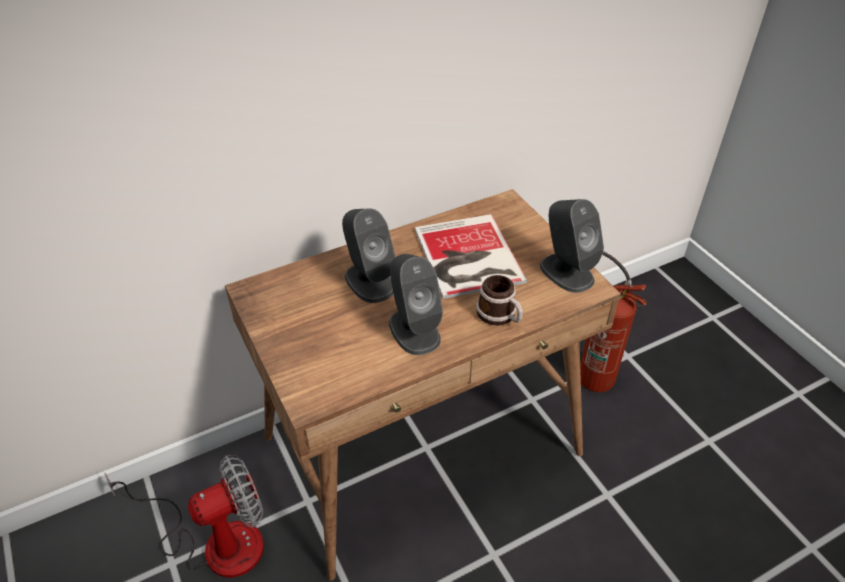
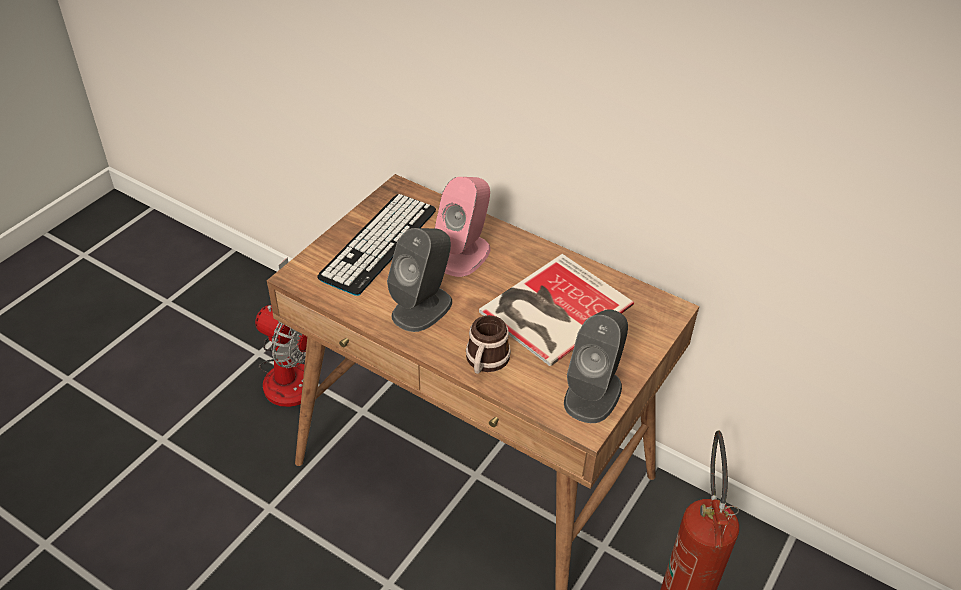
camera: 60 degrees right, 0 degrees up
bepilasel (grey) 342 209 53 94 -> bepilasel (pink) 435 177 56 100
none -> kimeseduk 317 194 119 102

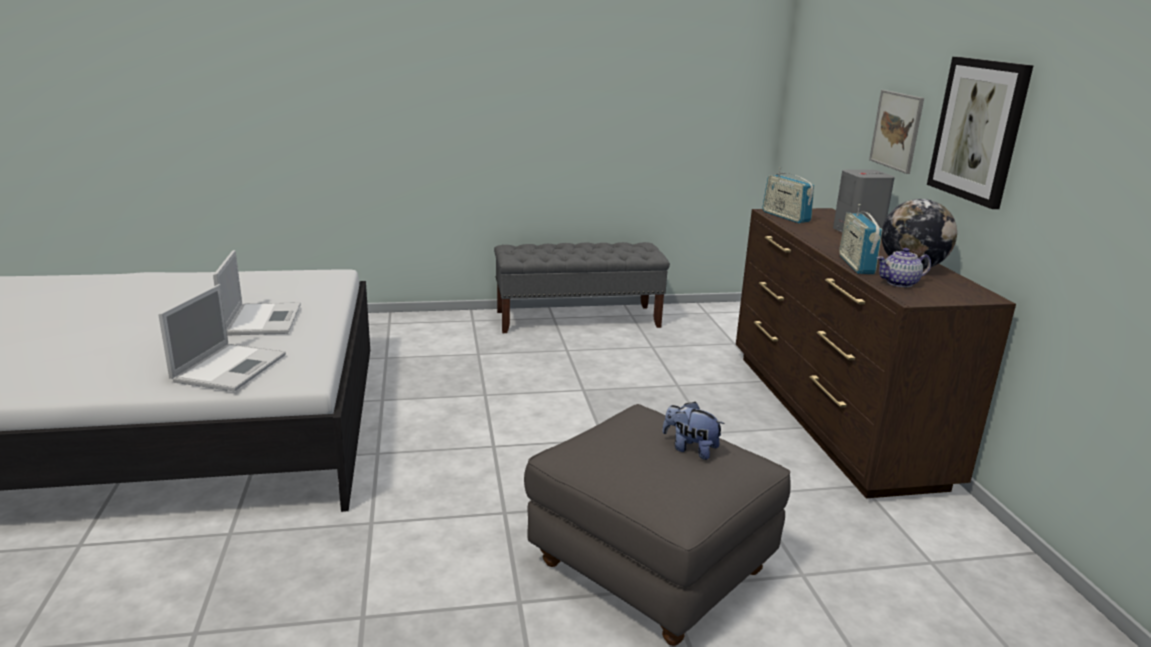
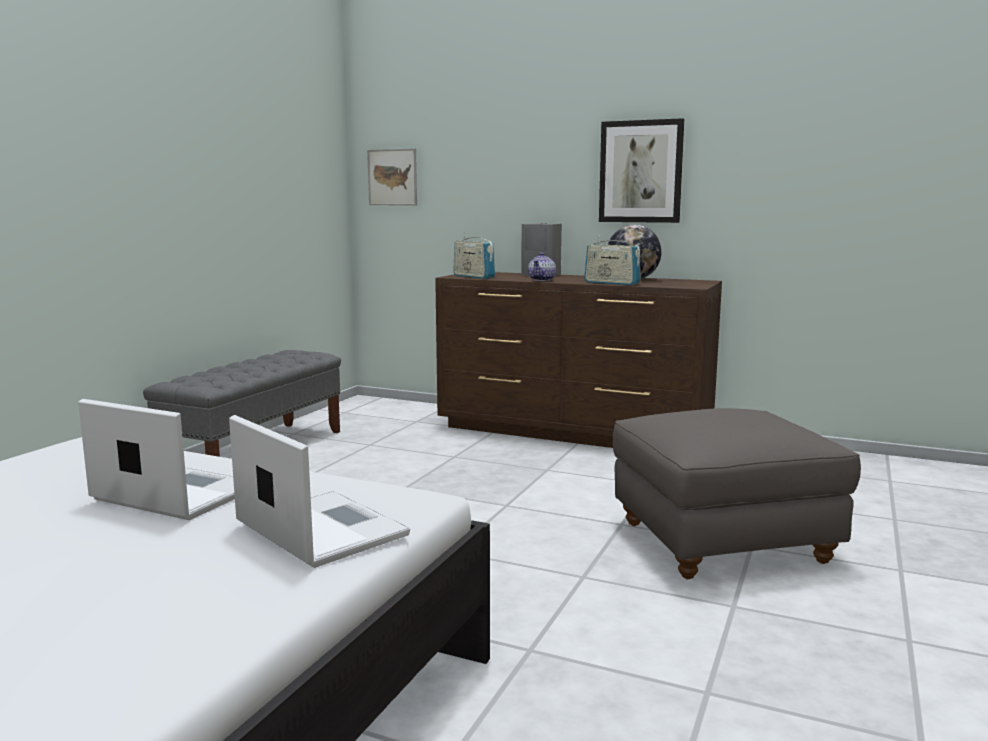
camera: 55 degrees left, 10 degrees down
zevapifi 662 402 63 58 -> none
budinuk 762 167 52 56 -> budinuk 453 232 42 47, 45 degrees clockwise
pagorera 869 90 55 84 -> pagorera 367 148 50 57, move
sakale 877 248 54 39 -> sakale 528 253 28 28, move

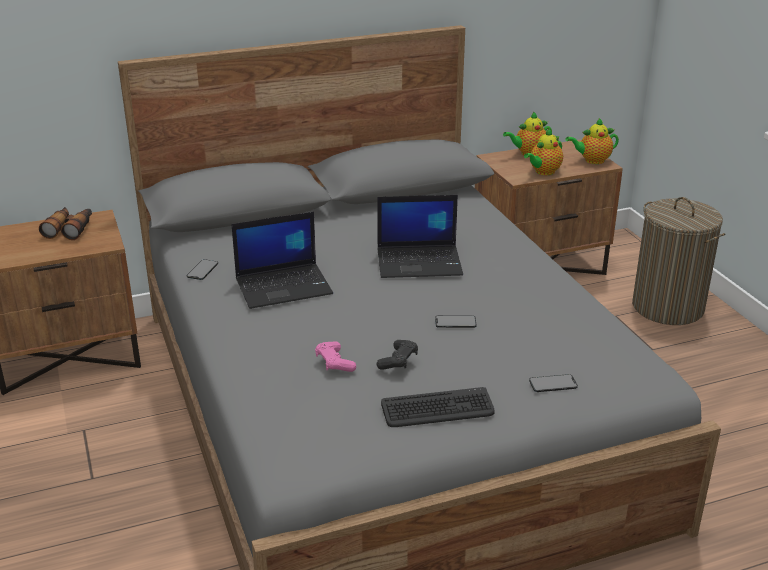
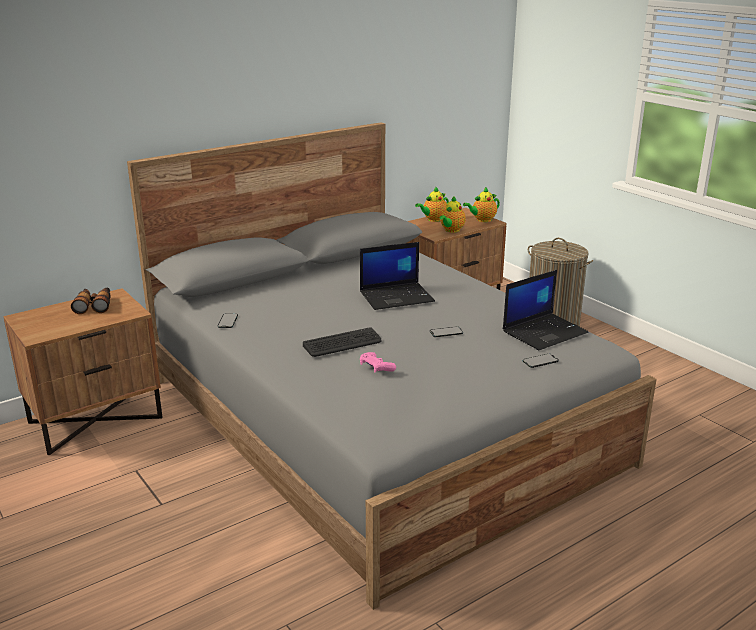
camera: 15 degrees left, 5 degrees down
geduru 231 212 102 97 -> geduru 503 270 85 80, move
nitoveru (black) 377 340 41 30 -> none
kimeseduk 381 387 114 40 -> kimeseduk 303 327 79 30, move

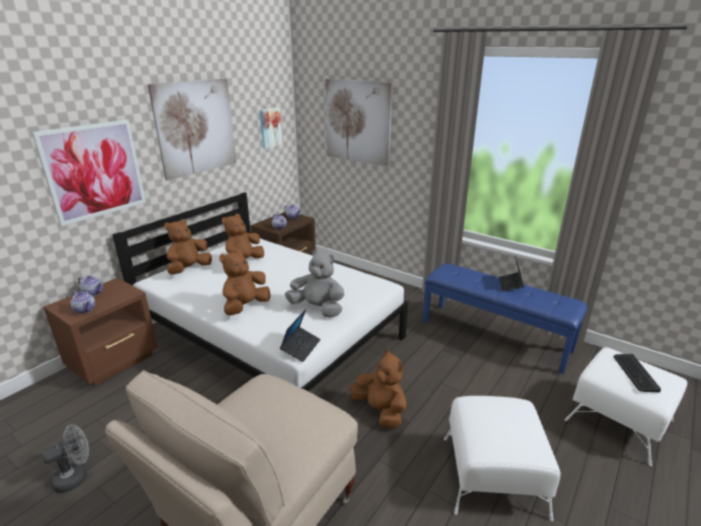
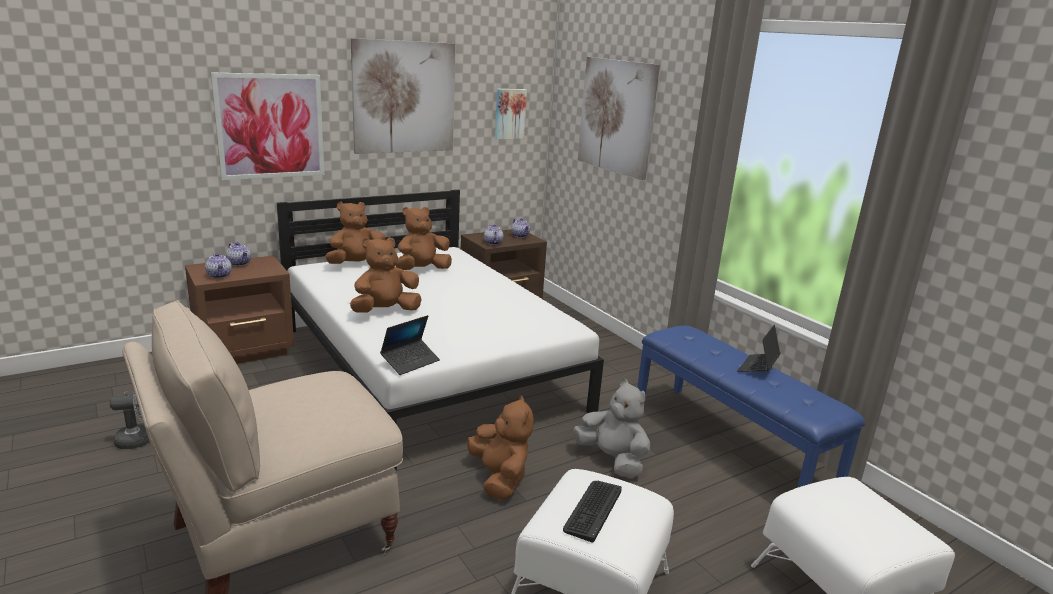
camera: 20 degrees right, 5 degrees down
zevapifi (grey) 285 249 59 69 -> zevapifi (grey) 573 379 77 98, move
kimeseduk 614 354 47 38 -> kimeseduk 563 481 59 61, move

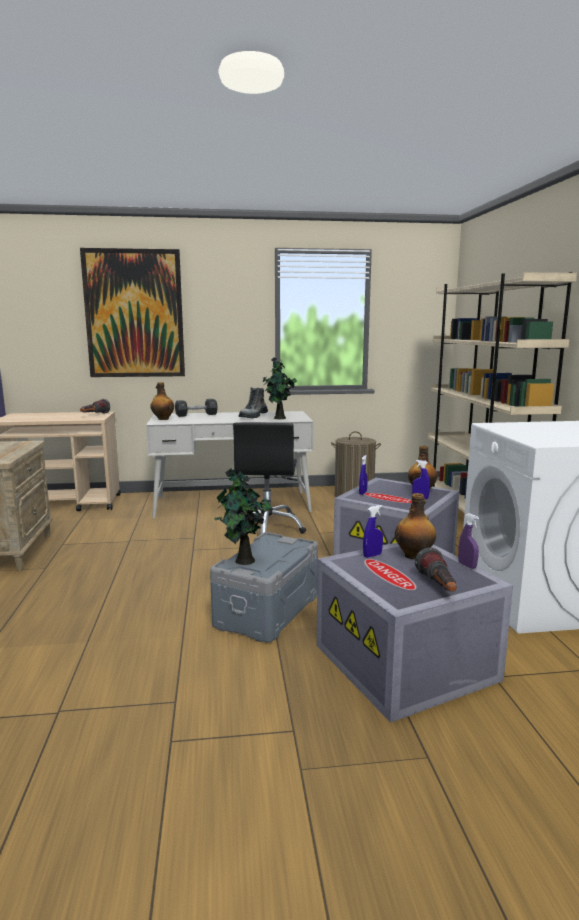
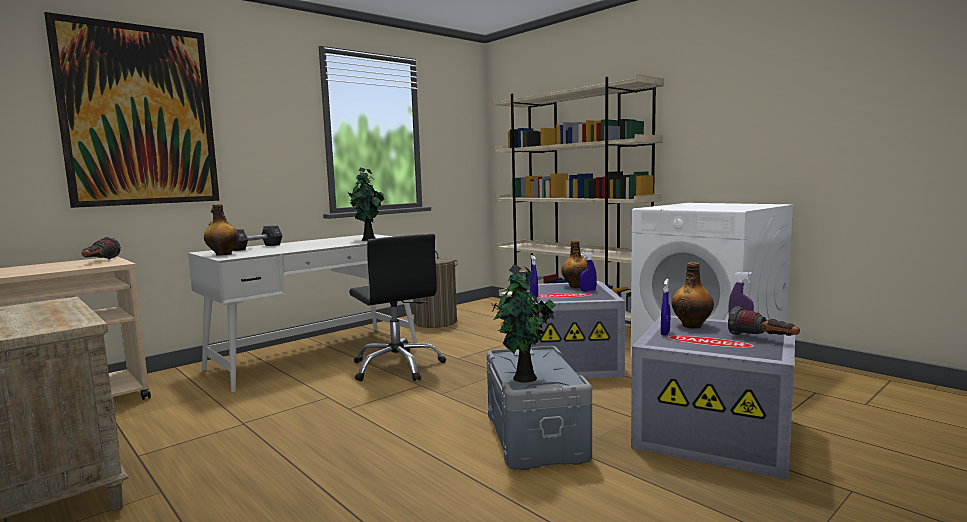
camera: 35 degrees left, 5 degrees down
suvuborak 239 387 29 31 -> none

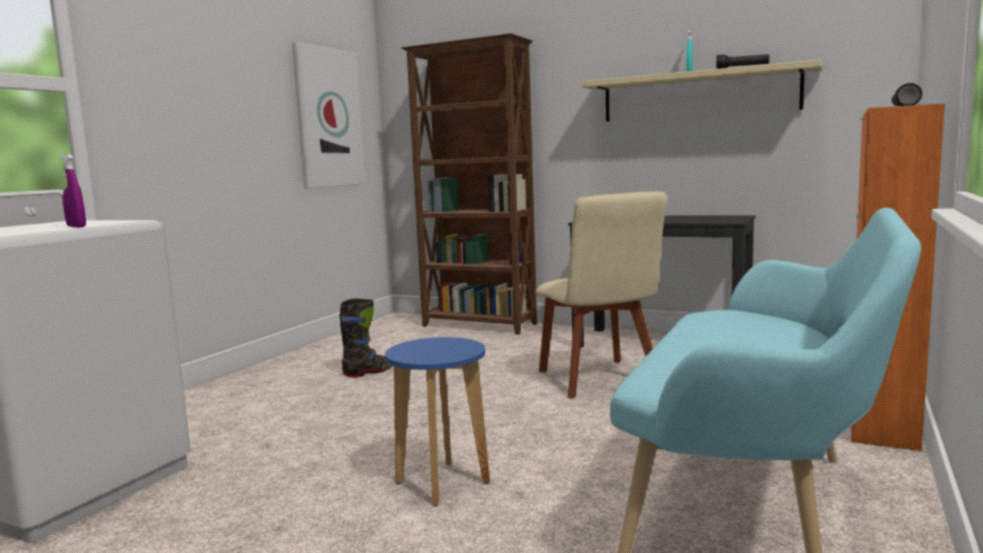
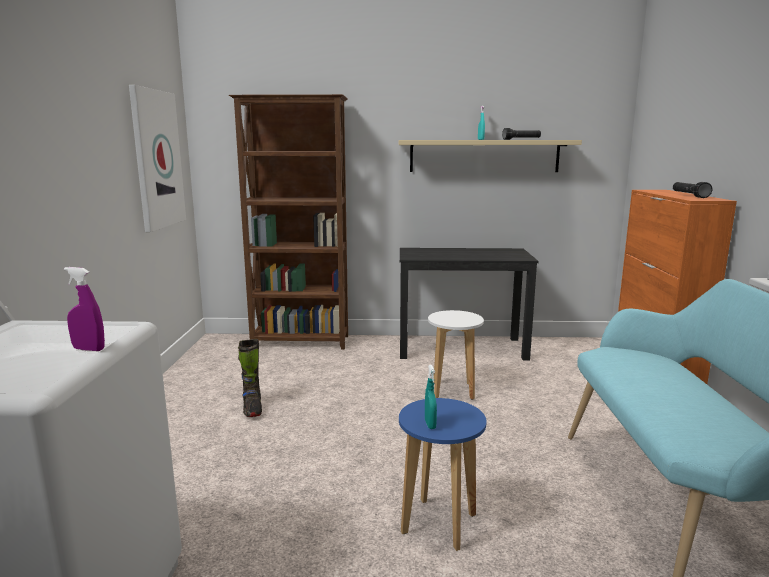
camera: 25 degrees left, 5 degrees up
suvuborak (black) 340 298 53 79 -> suvuborak (black) 238 339 24 78, 135 degrees clockwise
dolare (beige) 535 192 132 207 -> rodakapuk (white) 428 310 56 90
none -> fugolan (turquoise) 425 365 12 64

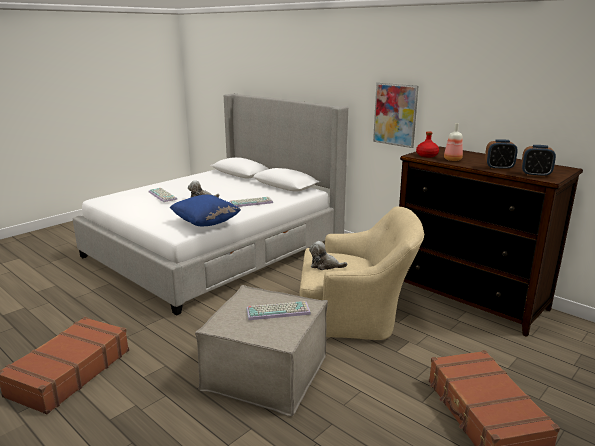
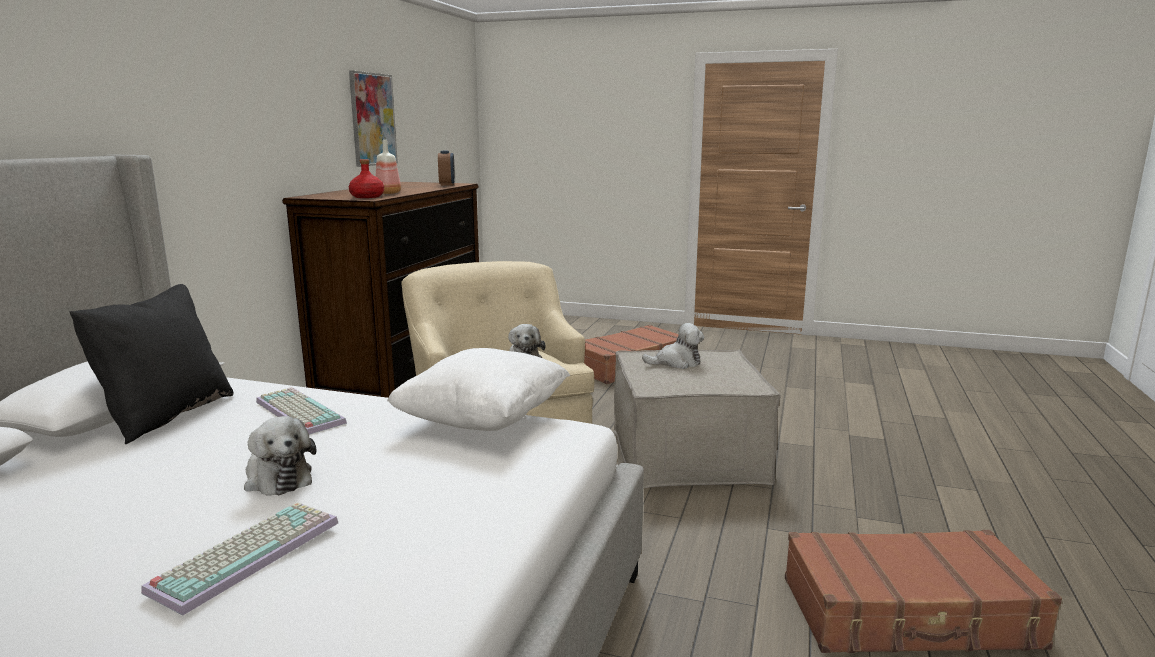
camera: 115 degrees left, 5 degrees down
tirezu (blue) 170 195 71 31 -> tirezu (white) 387 348 183 83
kimeseduk 246 301 65 19 -> zevapifi 642 323 62 46
pagorera 373 83 45 65 -> pagorera 349 70 49 97, move
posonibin 485 139 33 31 -> none
none -> tirezu (black) 70 284 164 160

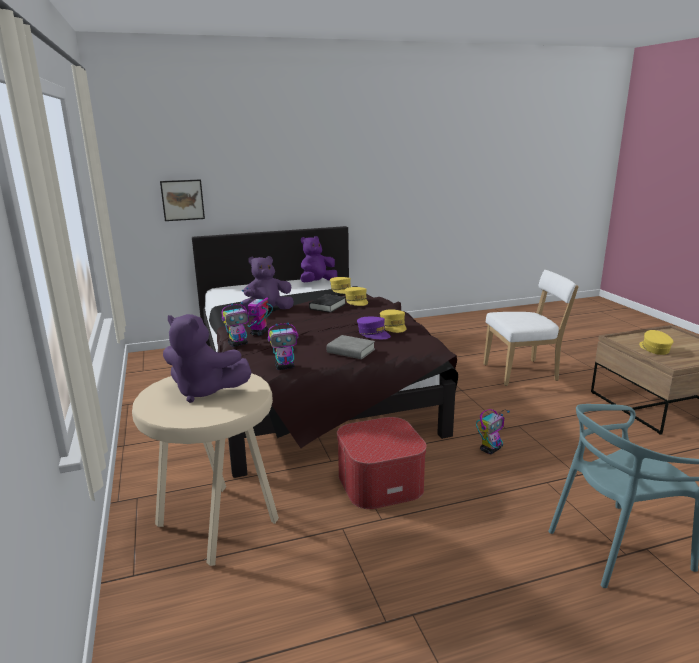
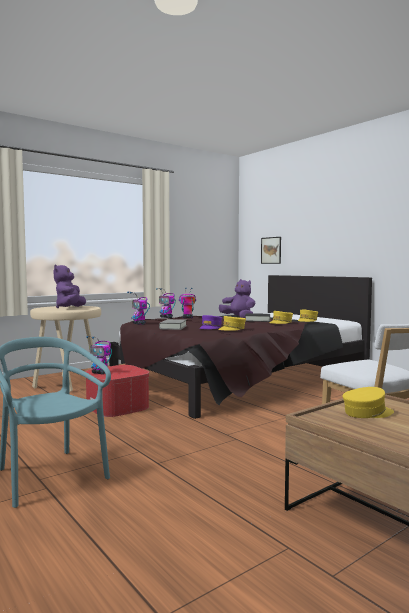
camera: 70 degrees right, 15 degrees down
zevapifi (purple) 300 236 37 46 -> none
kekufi 476 409 34 45 -> kekufi 86 336 26 38, move

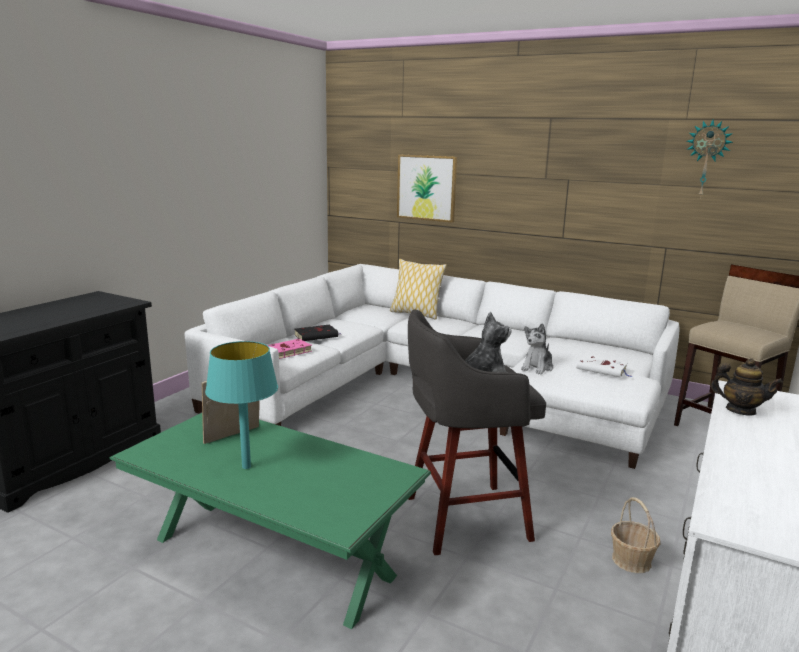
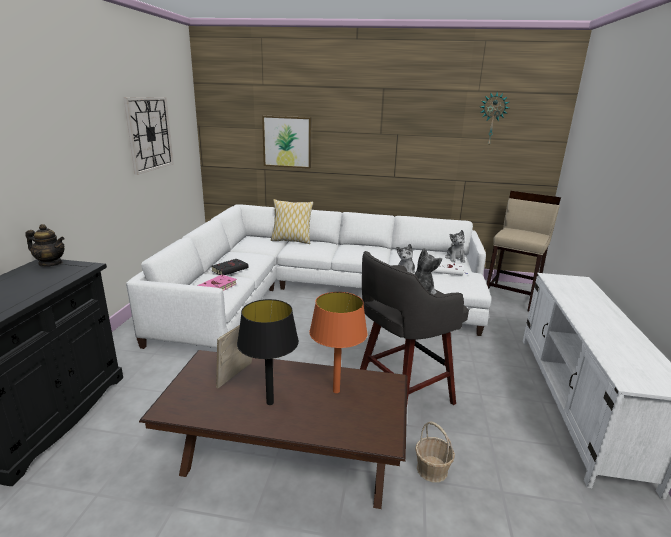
camera: 20 degrees left, 5 degrees up
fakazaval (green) 110 413 321 216 -> fakazaval (brown) 139 350 268 159
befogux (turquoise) 205 341 73 128 -> befogux (black) 237 299 62 106
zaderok 611 497 49 76 -> zaderok 415 422 40 60, move
sakale 710 358 73 57 -> sakale 25 224 40 43, move
none -> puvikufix 124 97 50 78
none -> befogux (orange) 309 292 59 101
none -> zevapifi 445 230 21 33

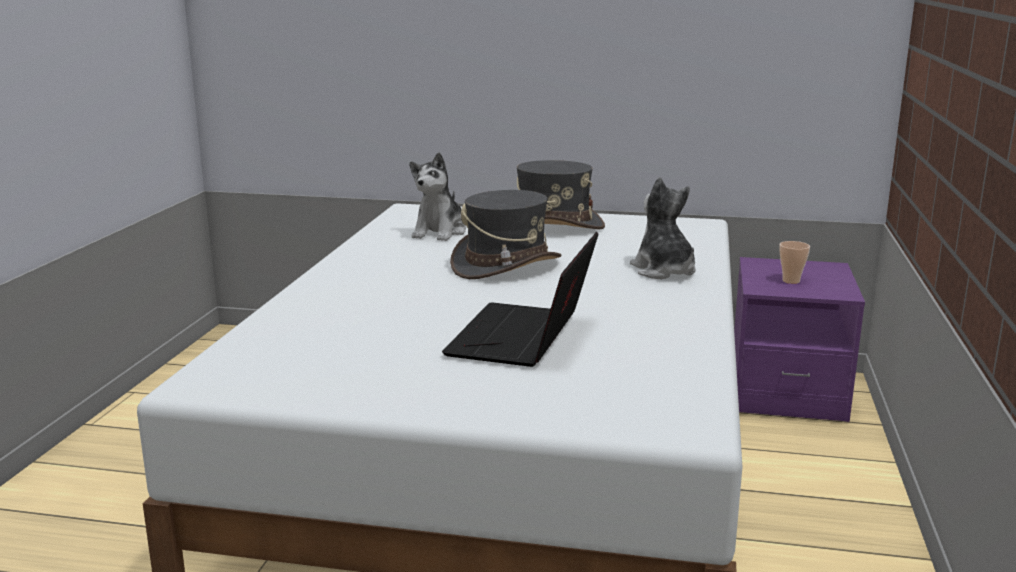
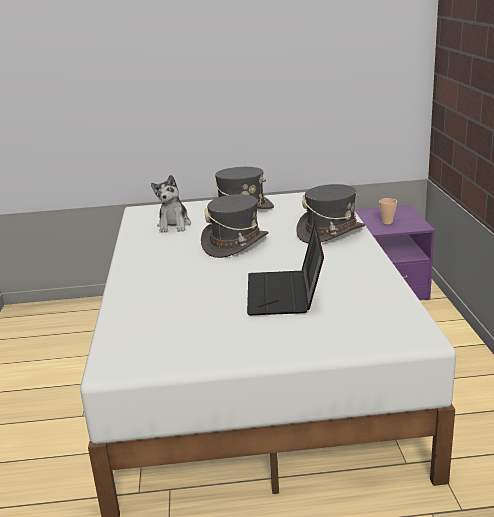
camera: 15 degrees left, 5 degrees up
zevapifi 630 177 65 103 -> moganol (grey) 296 184 69 59

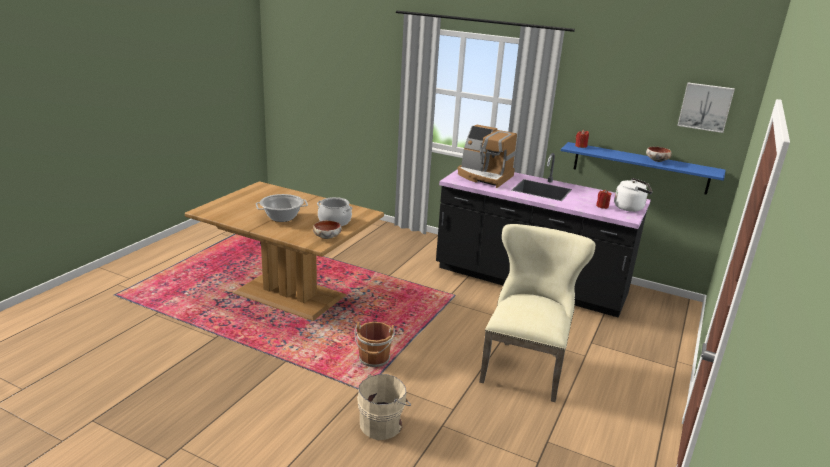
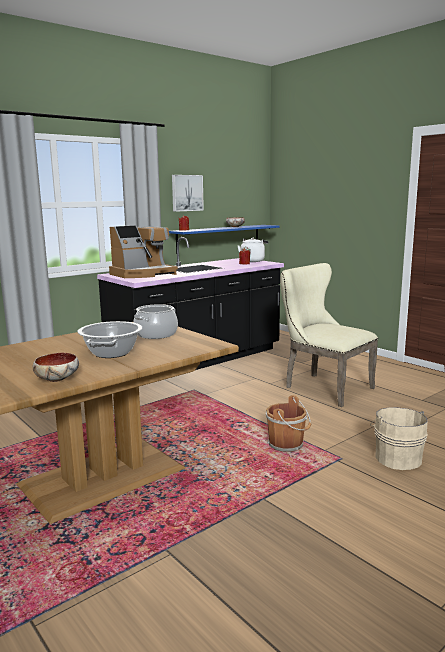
camera: 65 degrees left, 10 degrees down
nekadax 313 220 29 19 -> nekadax 32 353 47 29, move
pagorera 677 83 58 50 -> pagorera 172 175 32 37, move

